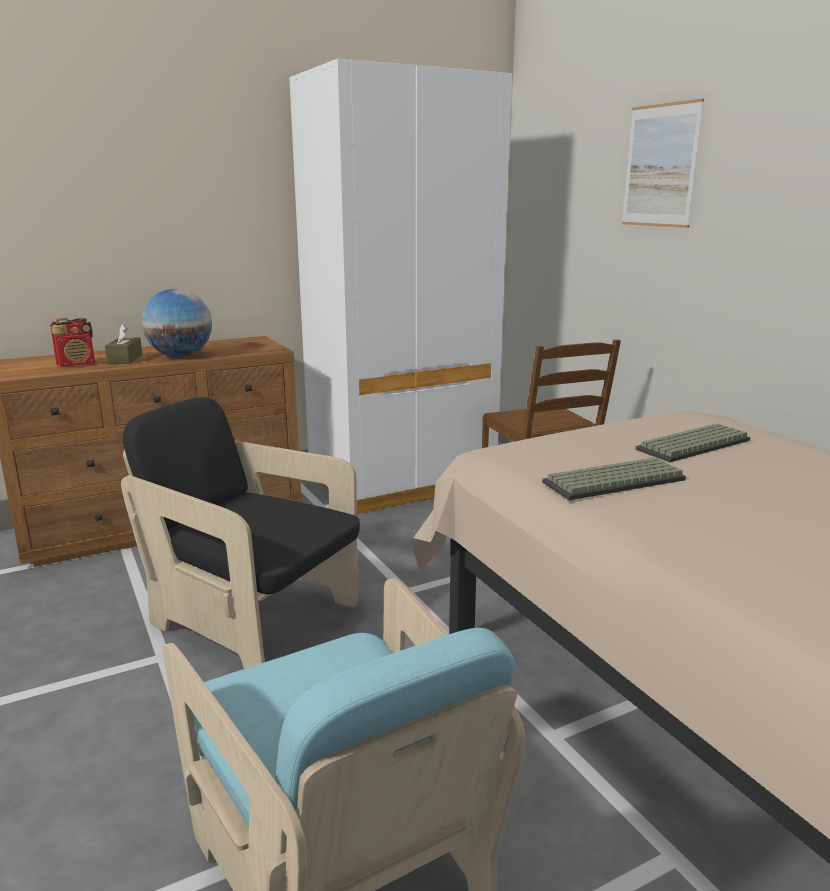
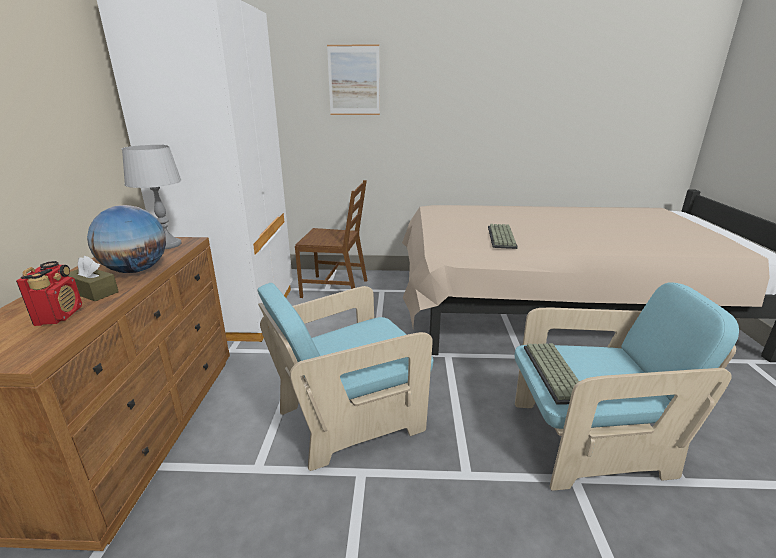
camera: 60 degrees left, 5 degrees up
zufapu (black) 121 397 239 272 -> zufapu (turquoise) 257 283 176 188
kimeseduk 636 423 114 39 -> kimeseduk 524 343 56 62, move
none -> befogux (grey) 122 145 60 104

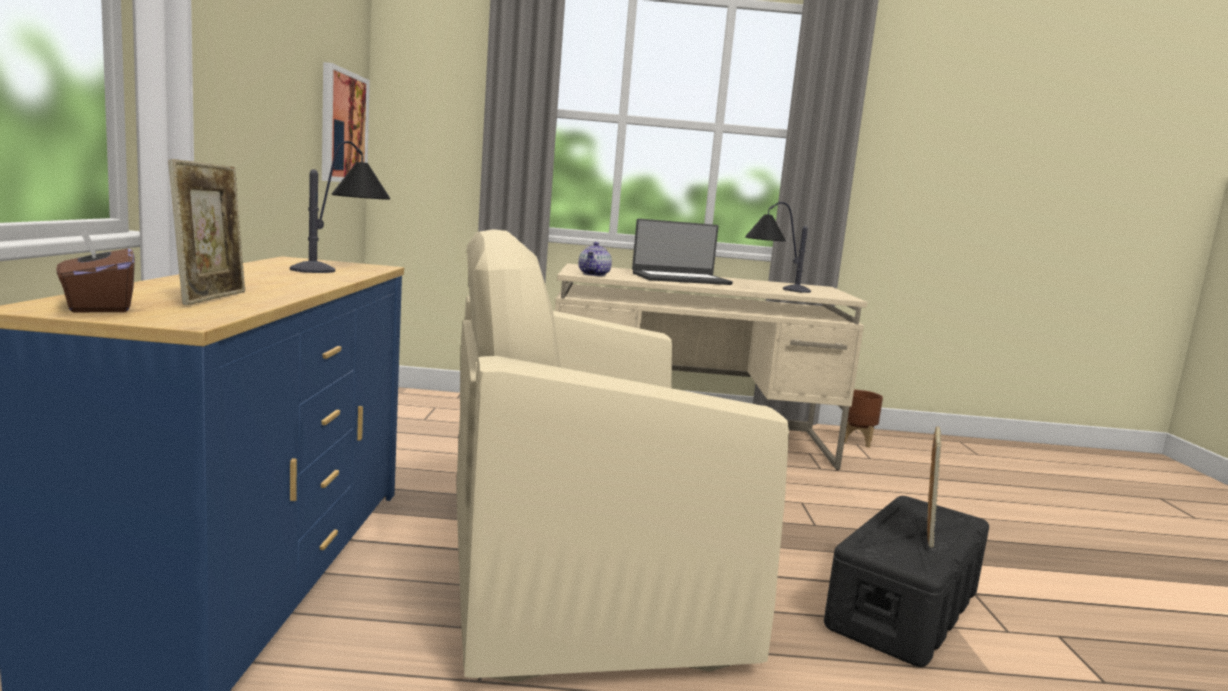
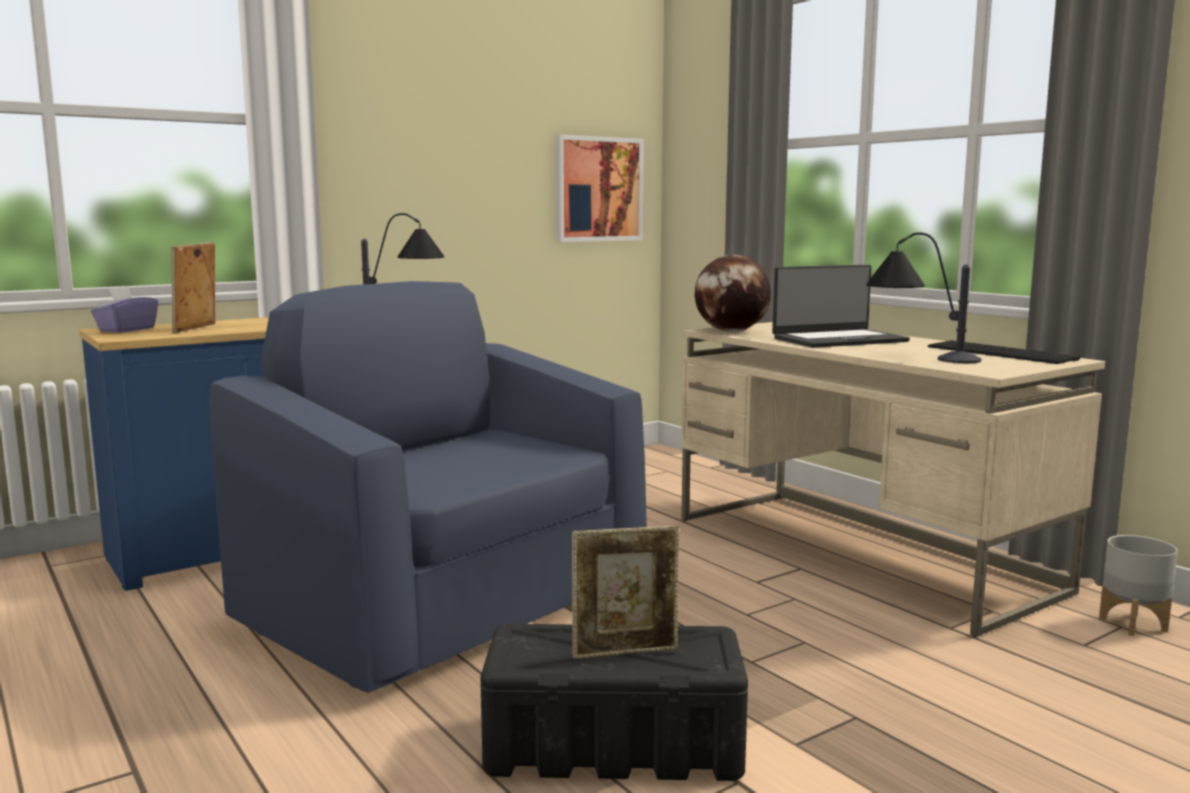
camera: 55 degrees right, 0 degrees up
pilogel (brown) 57 229 78 83 -> pilogel (purple) 91 286 67 47
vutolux 168 159 78 146 -> vutolux 171 242 44 92, 135 degrees clockwise
zufapu (beige) 456 230 333 452 -> zufapu (blue) 209 281 438 412
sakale 578 242 34 34 -> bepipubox 695 255 76 77
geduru 632 219 101 66 -> geduru 772 265 138 83, 60 degrees counterclockwise
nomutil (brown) 844 390 39 58 -> nomutil (grey) 1099 535 79 101
none -> kimeseduk 928 340 152 24

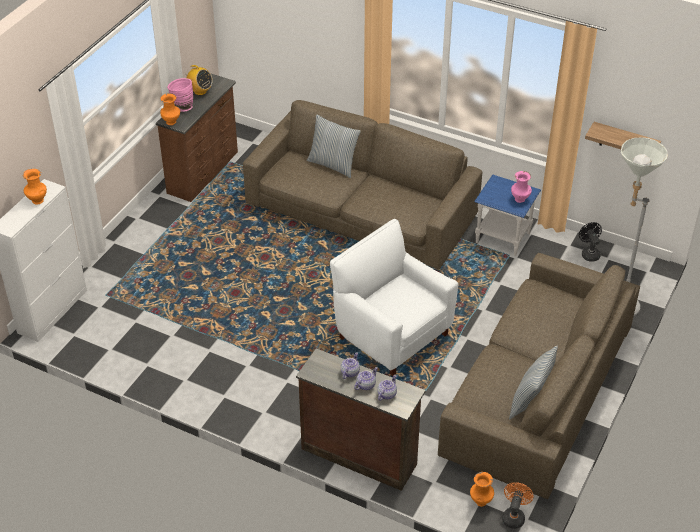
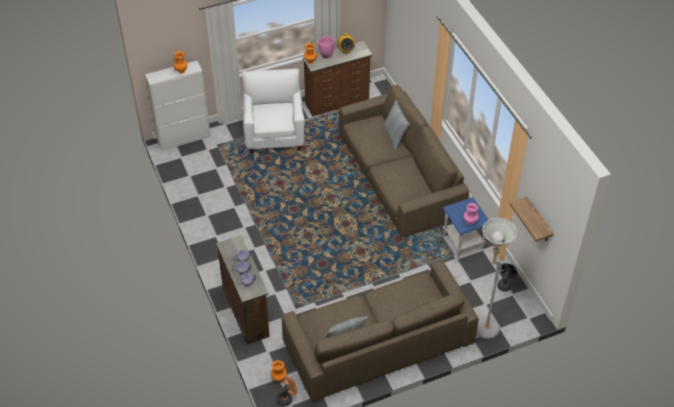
camera: 40 degrees right, 5 degrees up
zufapu (white) 330 219 129 157 -> zufapu (white) 242 69 63 85, move

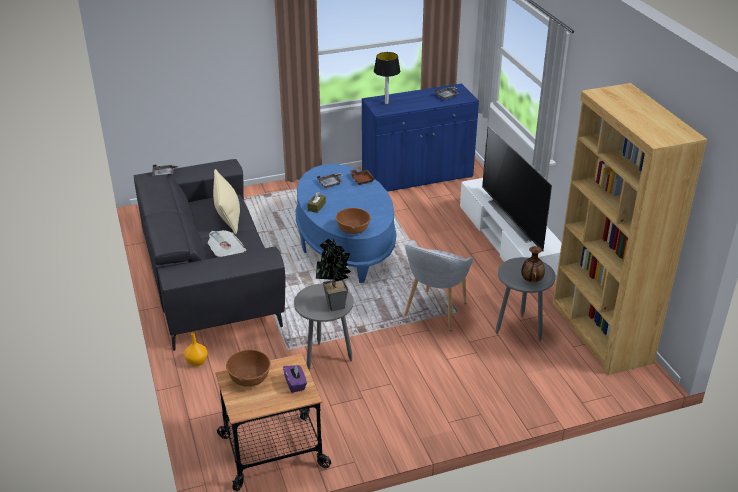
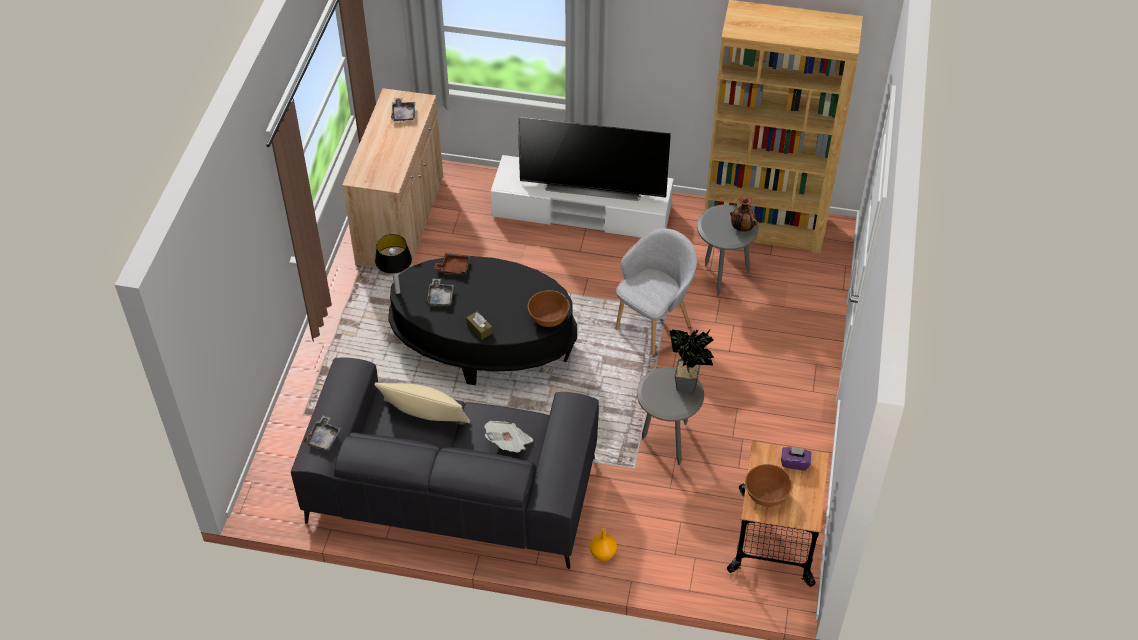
camera: 60 degrees left, 15 degrees up
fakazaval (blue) 296 164 100 119 -> fakazaval (black) 388 256 189 129
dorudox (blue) 362 84 117 108 -> dorudox (beige) 342 88 101 184
befogux 374 52 26 52 -> befogux 375 234 37 60, move
zufapu (grey) 404 240 69 91 -> zufapu (grey) 615 228 82 127, 105 degrees counterclockwise

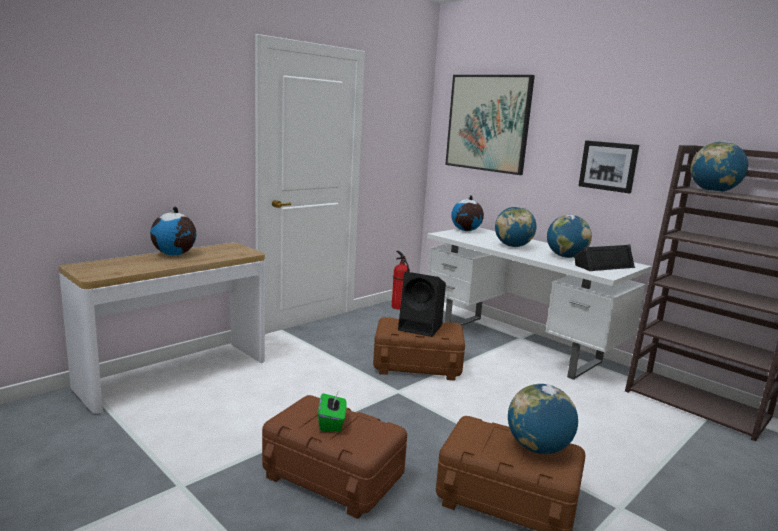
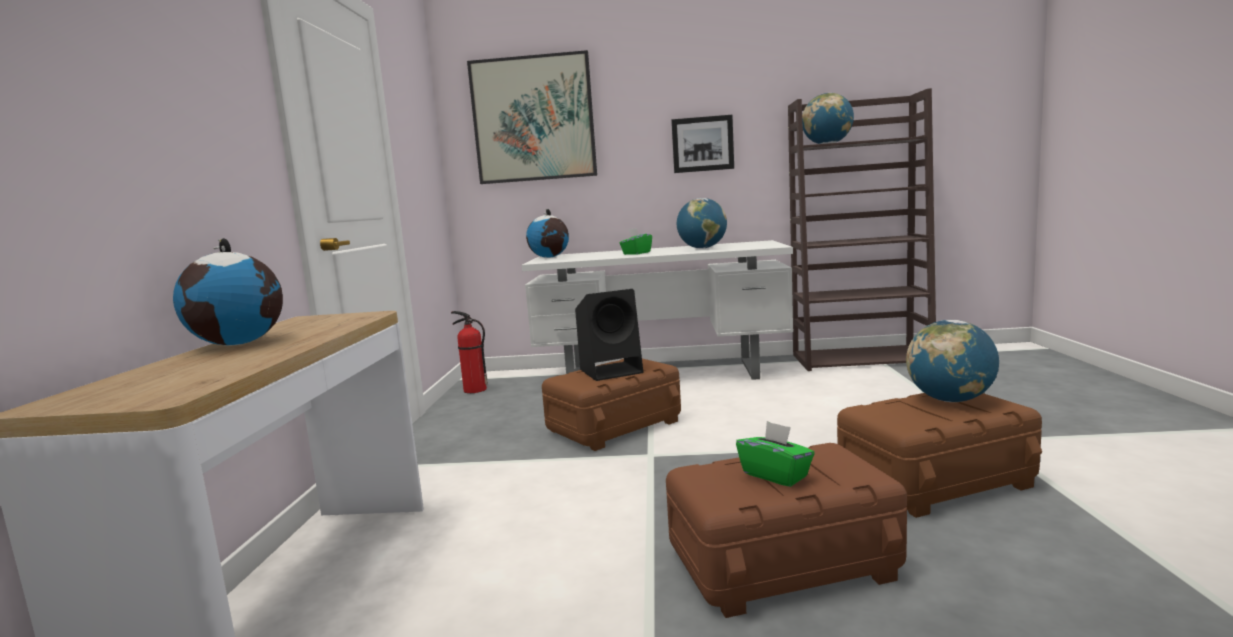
camera: 40 degrees left, 5 degrees down
bepipubox 495 206 41 41 -> pilogel (green) 620 228 32 27
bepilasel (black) 574 244 61 27 -> none

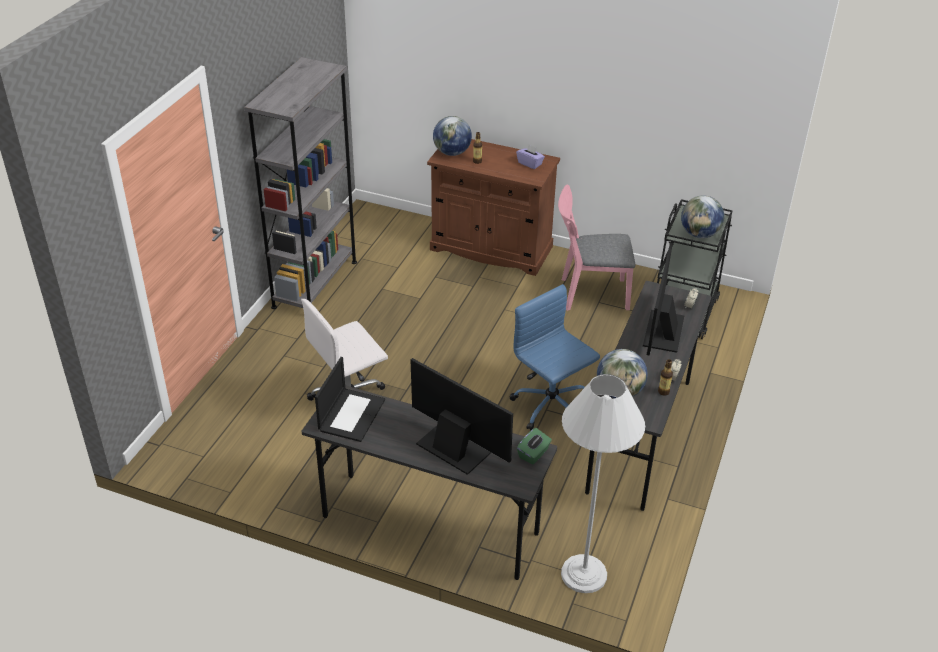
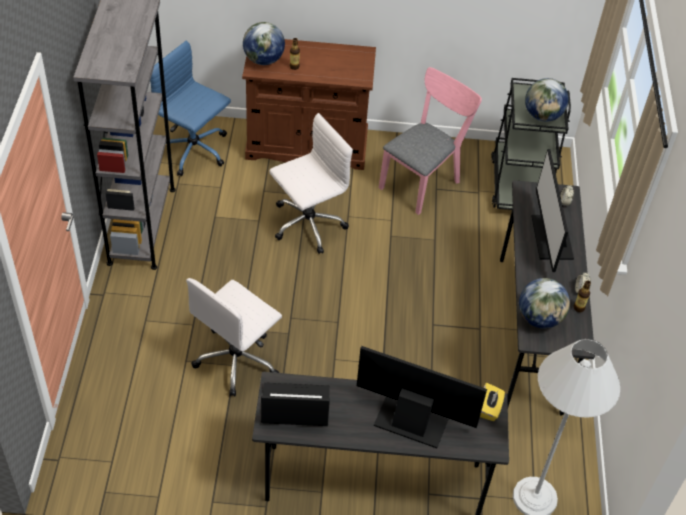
camera: 20 degrees left, 10 degrees up
geduru 315 357 70 85 -> geduru 261 382 69 44, 90 degrees counterclockwise
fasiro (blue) 510 284 90 146 -> fasiro (blue) 150 41 81 135, move
pilogel (purple) 516 144 29 25 -> none
pilogel (green) 517 428 35 37 -> pilogel (yellow) 480 383 25 38
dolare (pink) 558 185 77 126 -> dolare (pink) 379 67 103 148, 150 degrees clockwise
none -> fasiro (white) 270 113 83 141

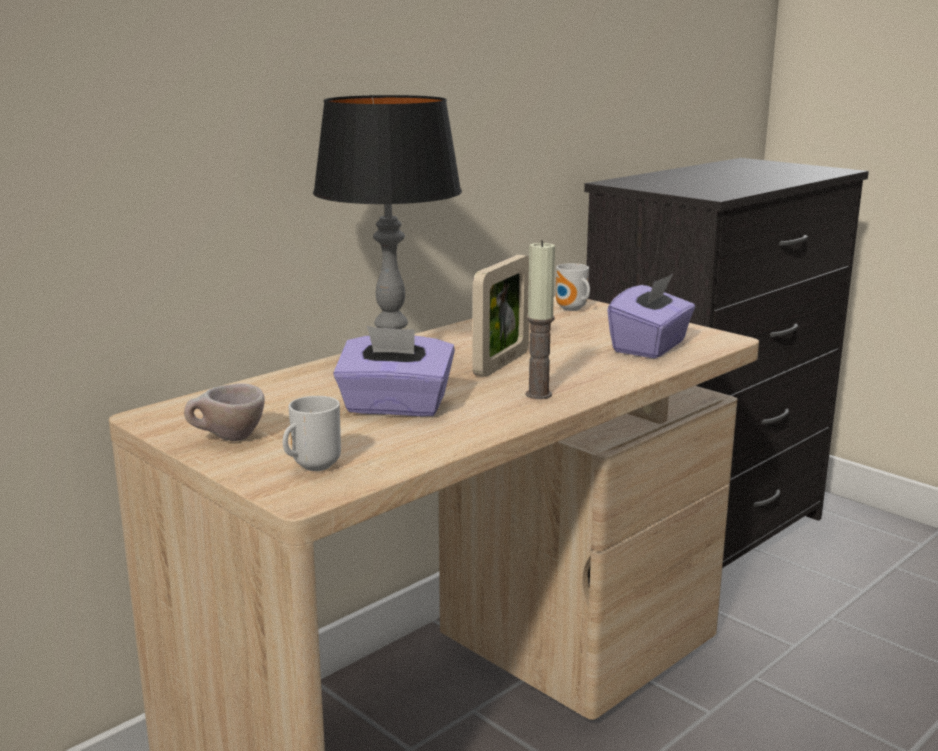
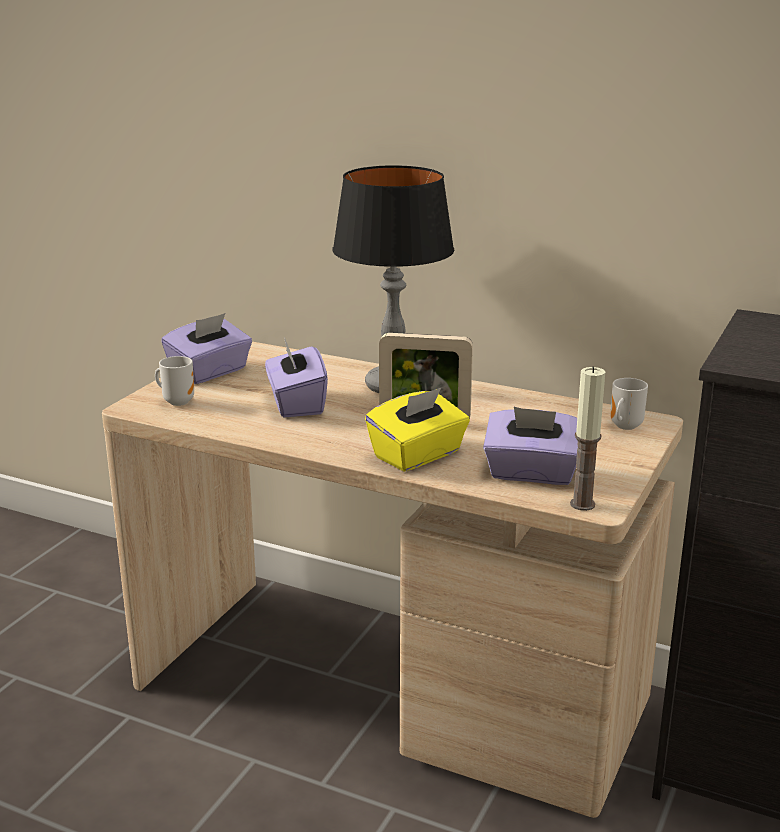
camera: 70 degrees right, 5 degrees up
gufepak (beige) 184 383 81 58 -> pilogel (purple) 161 313 91 71
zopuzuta 526 240 29 159 -> zopuzuta 570 367 36 144, move
none -> pilogel (yellow) 365 388 105 84

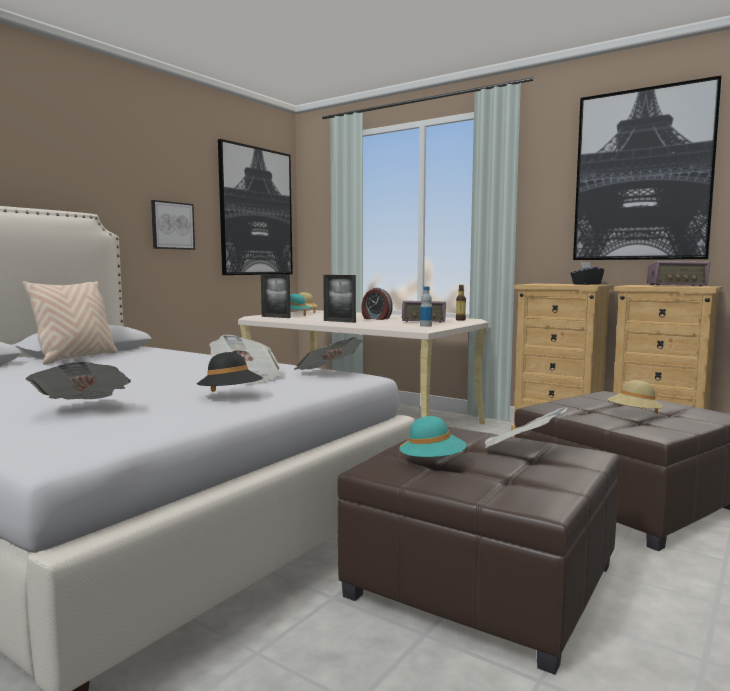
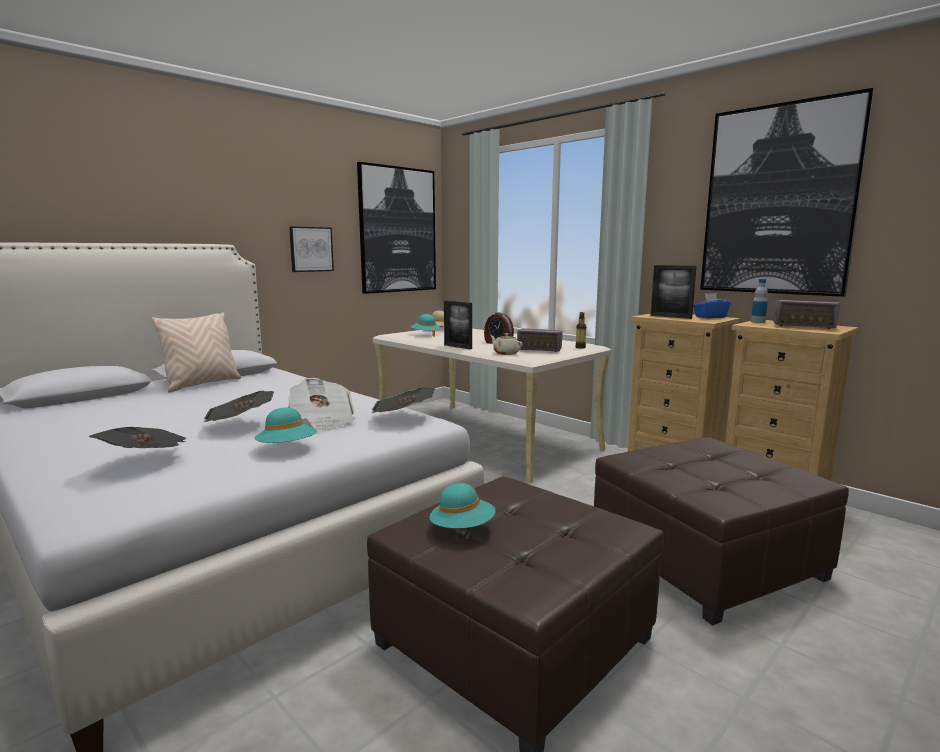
camera: 10 degrees right, 5 degrees up
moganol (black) 197 352 66 40 -> moganol (turquoise) 254 407 63 36
vutolux 261 274 29 44 -> vutolux 651 265 45 54, move
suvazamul 420 287 12 40 -> suvazamul 751 279 17 44, move
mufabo 485 407 82 41 -> mufabo 204 391 70 31, move
pilogel (black) 570 262 34 23 -> pilogel (blue) 693 293 38 25
moganol (beige) 608 380 56 34 -> none
none -> sakale (beige) 490 333 33 22

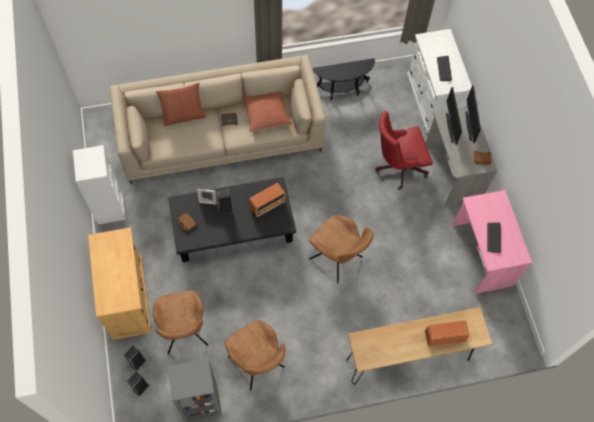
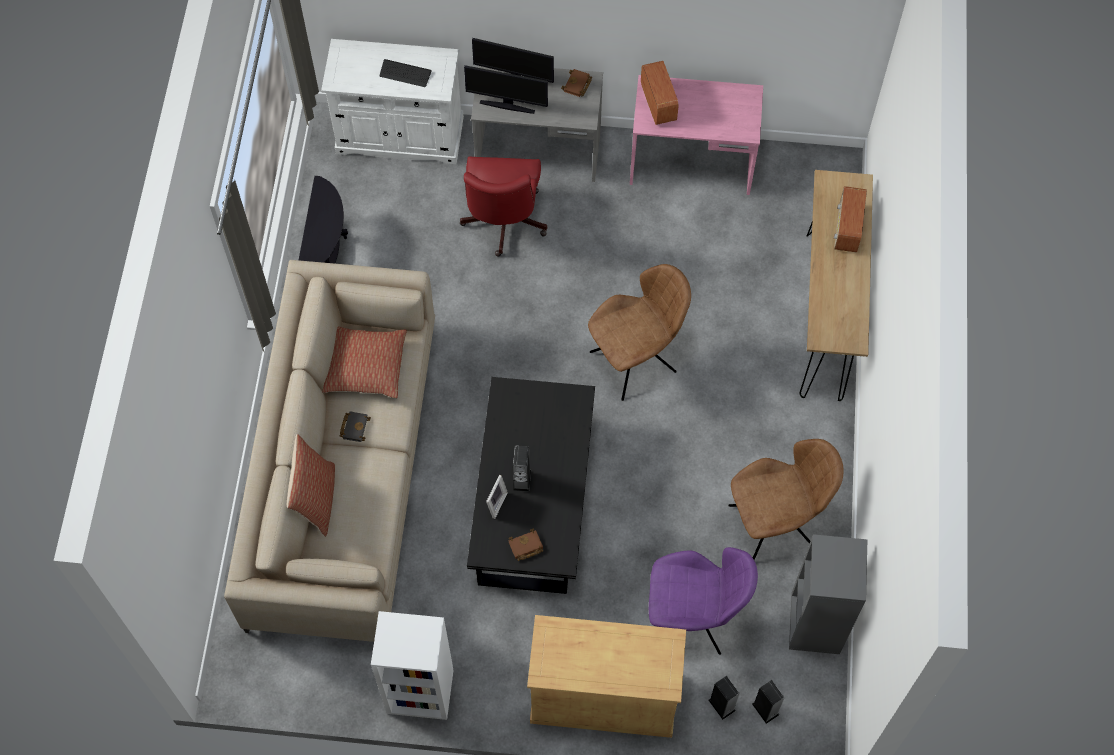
camera: 70 degrees left, 0 degrees up
dolare (brown) 153 291 55 63 -> dolare (purple) 649 547 109 108
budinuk 249 183 37 34 -> budinuk 641 61 38 64, move
kimeseduk 487 223 14 30 -> none

